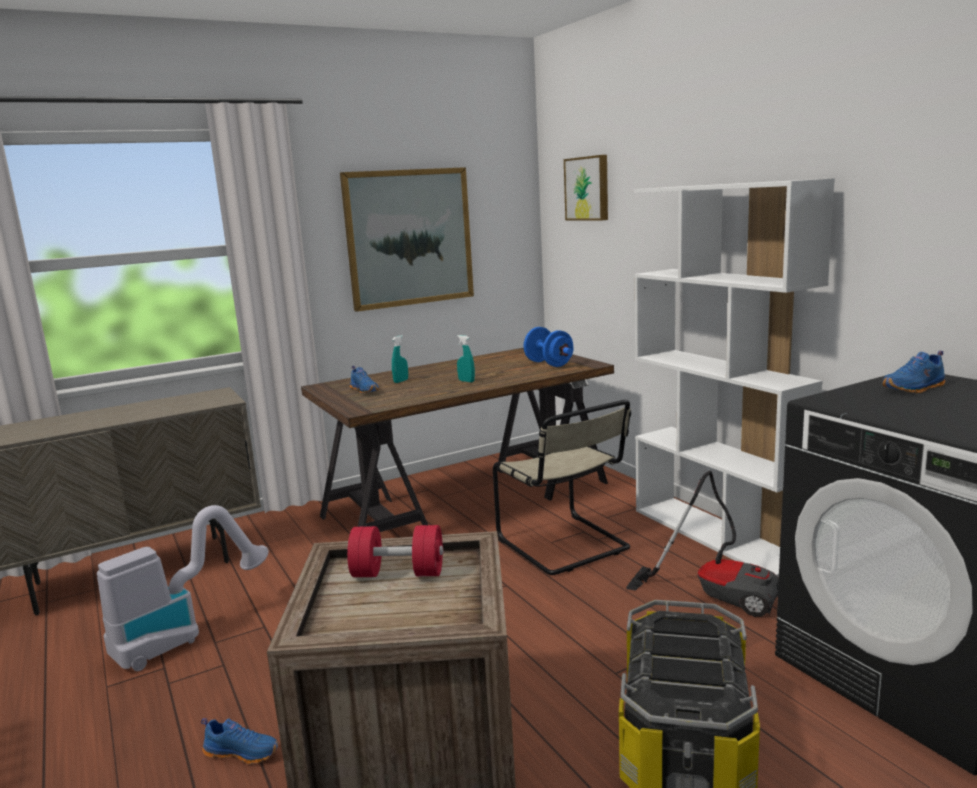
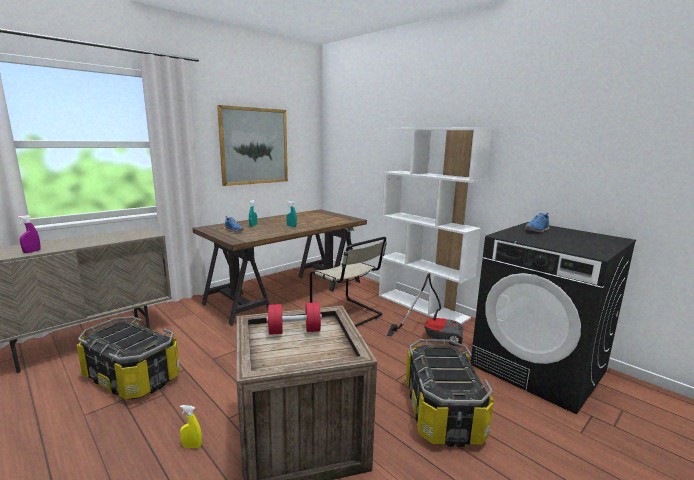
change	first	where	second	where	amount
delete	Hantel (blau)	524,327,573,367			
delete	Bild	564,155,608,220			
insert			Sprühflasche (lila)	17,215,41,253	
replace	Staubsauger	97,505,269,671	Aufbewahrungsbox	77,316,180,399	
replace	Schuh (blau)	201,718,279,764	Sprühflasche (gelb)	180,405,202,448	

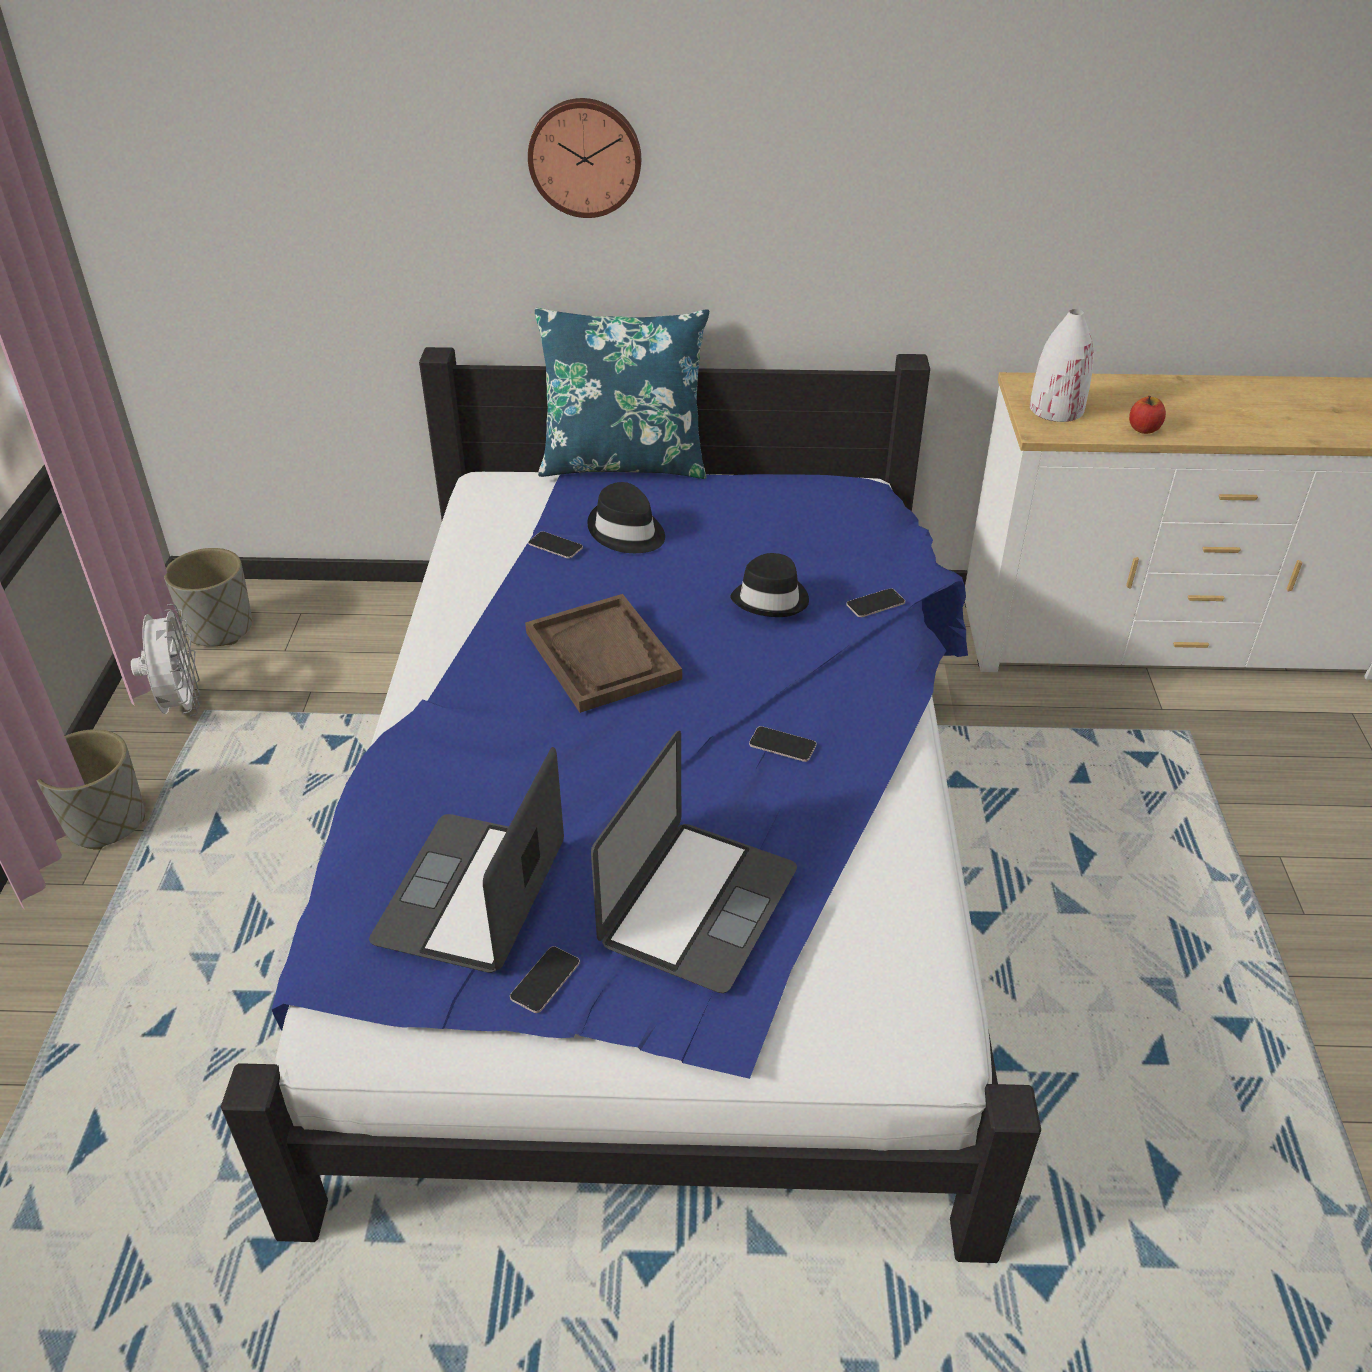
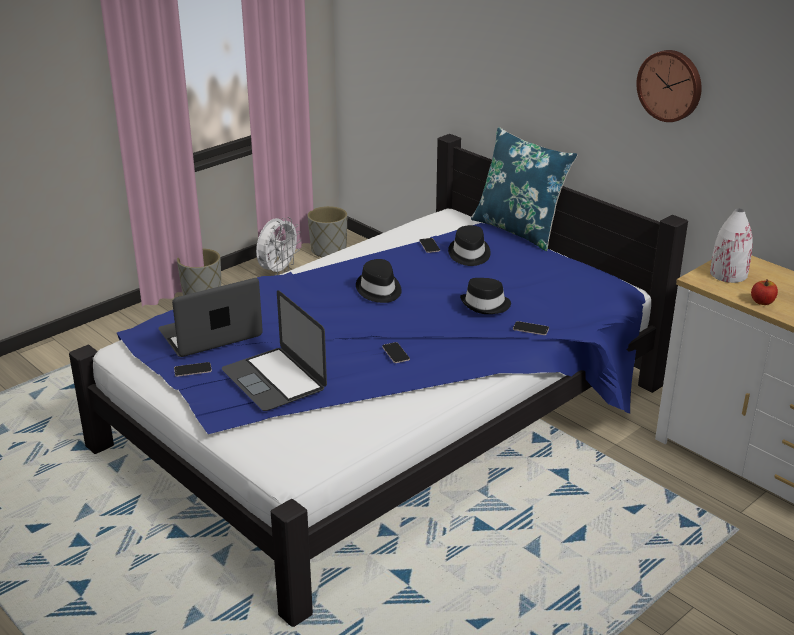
change	first	where	second	where	amount
move	Wanduhr	528,98,641,218		636,50,702,122	
replace	Tablett (braun)	525,594,682,713	Hut (schwarz)	356,259,402,303	
rotate	Laptop	591,731,797,993		222,290,327,411	75 degrees clockwise

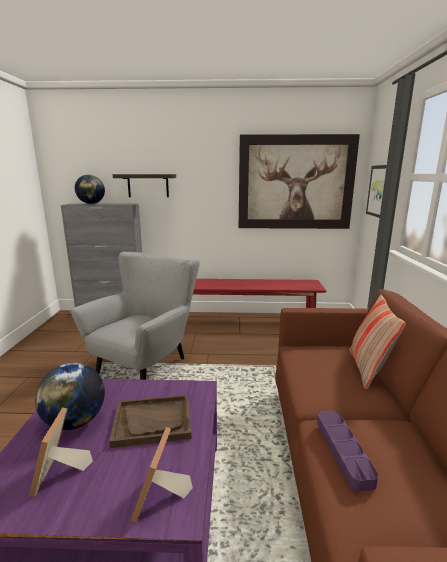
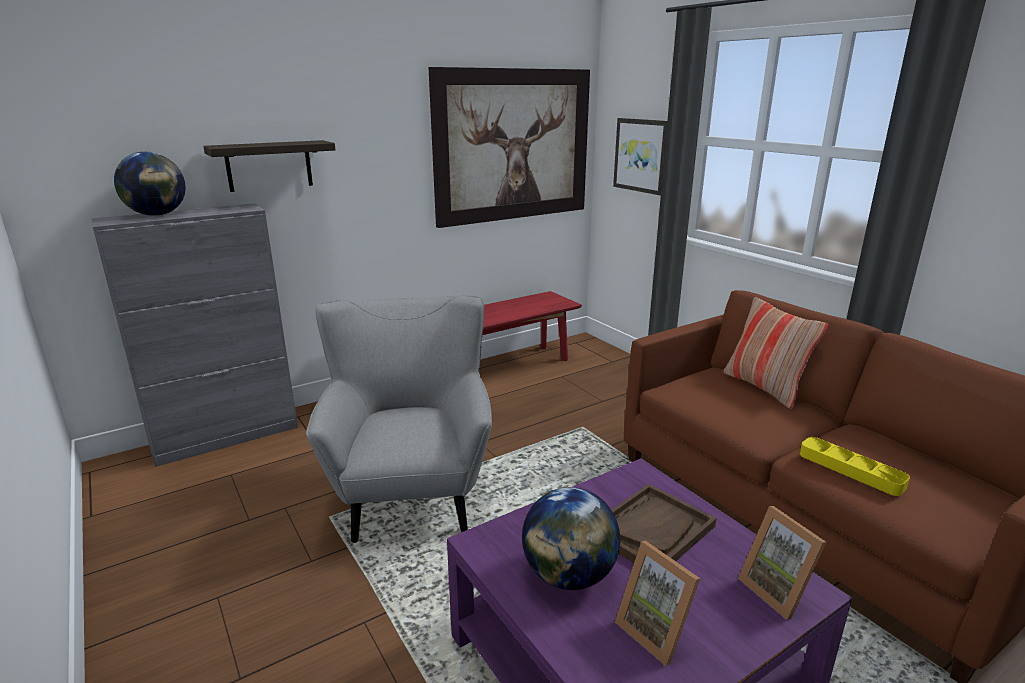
change	first	where	second	where	amount
recolor	Tablett (lila)	317,411,378,491	Tablett (gelb)	800,437,910,496	

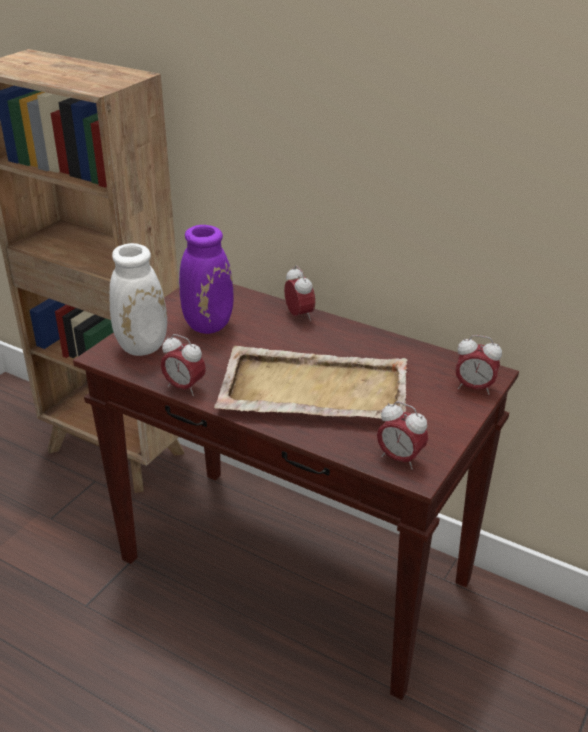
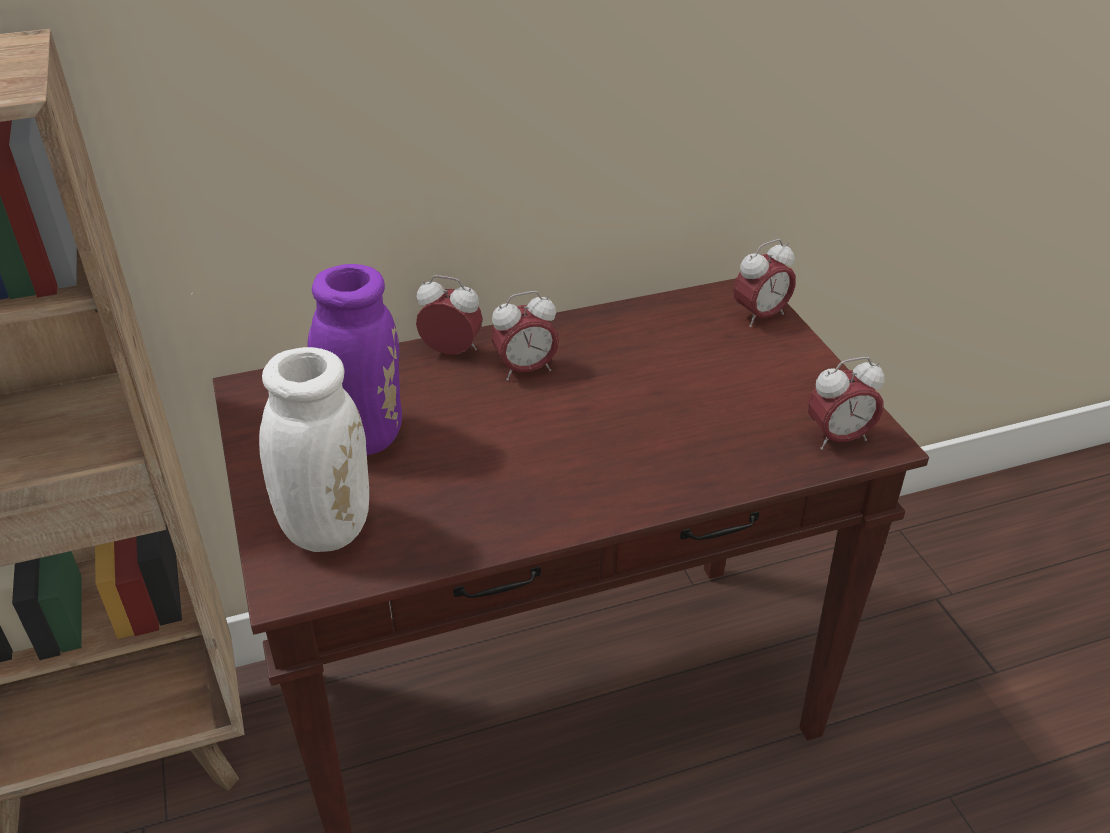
change	first	where	second	where	amount
delete	Tablett (beige)	214,346,408,419			
move	Wecker	161,334,206,396		491,291,559,381	

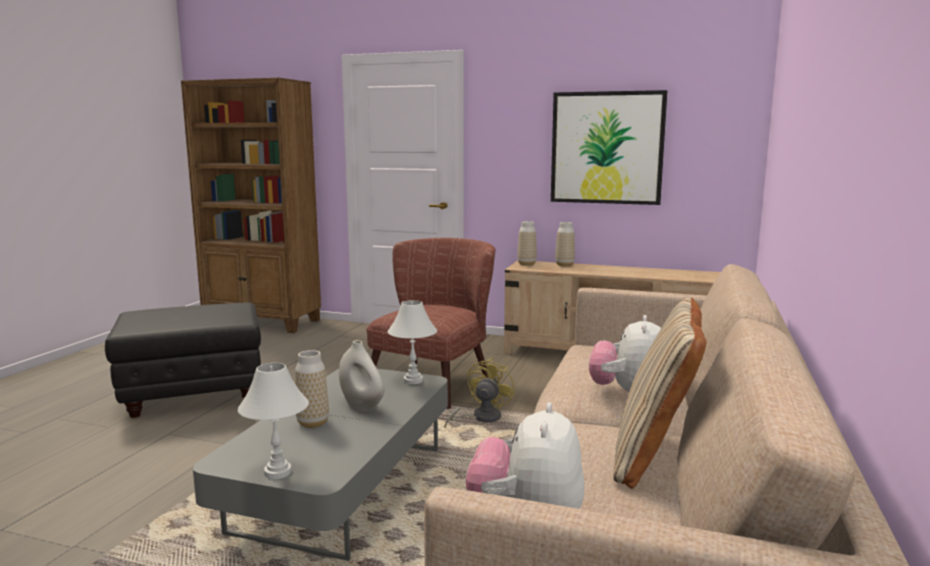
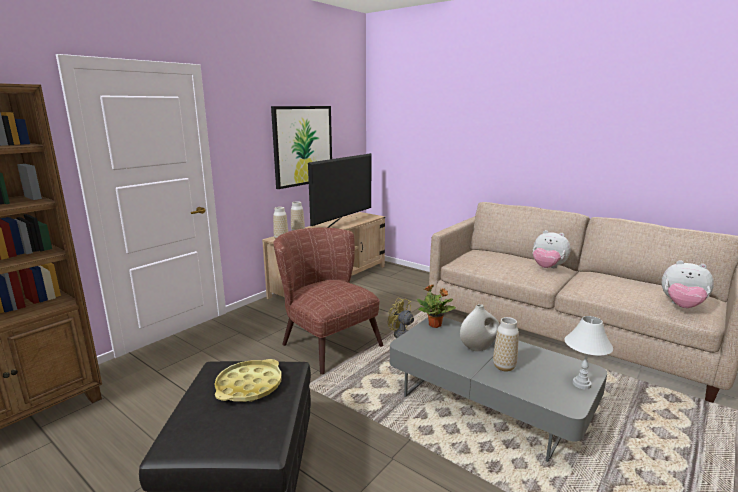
change	first	where	second	where	amount
delete	Kissen (beige)	613,298,706,489			
insert			Tablett (gelb)	215,359,282,402	
insert			Fernseher	308,153,371,228	
replace	Tischlampe (weiß)	387,300,437,384	Topfpflanze	417,284,456,328	

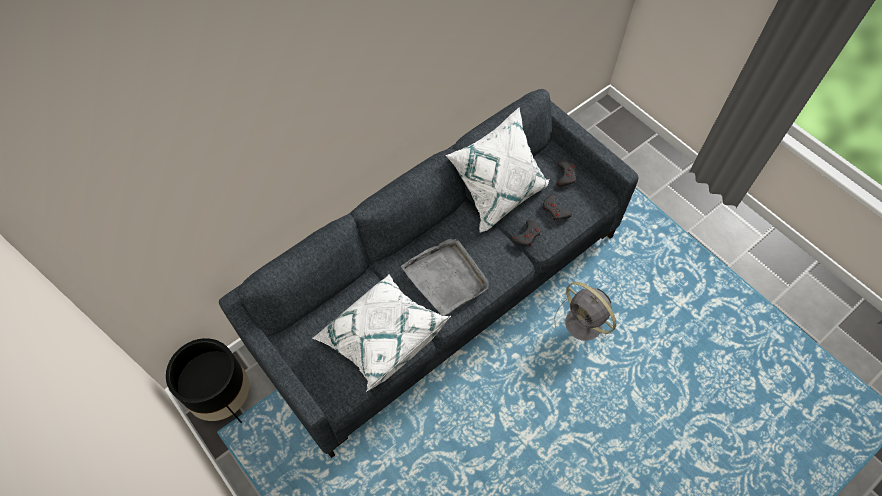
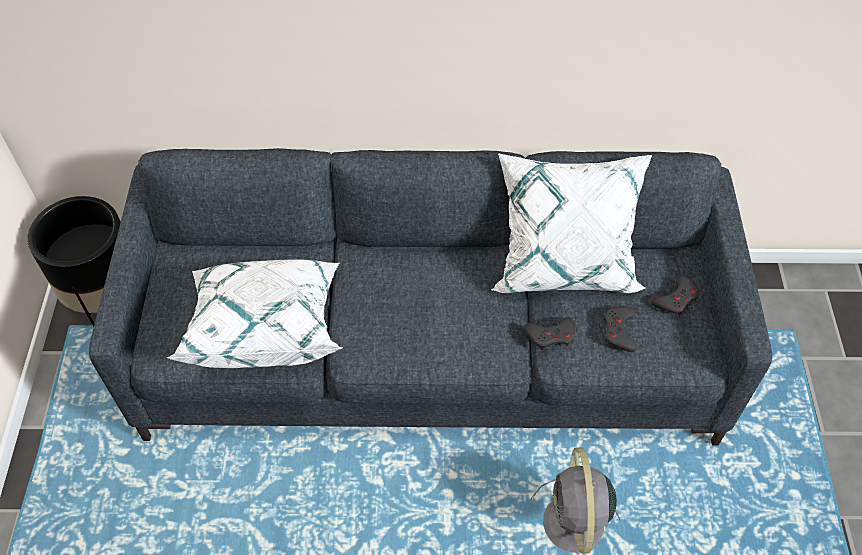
change	first	where	second	where	amount
delete	Tablett (grau)	401,239,489,316			

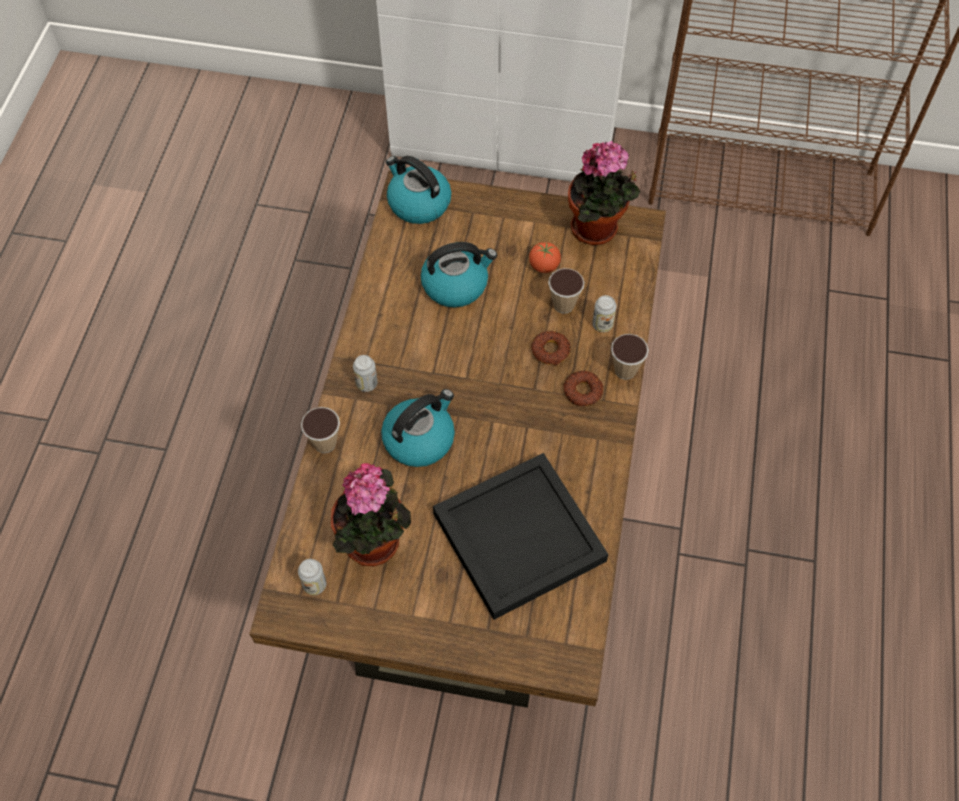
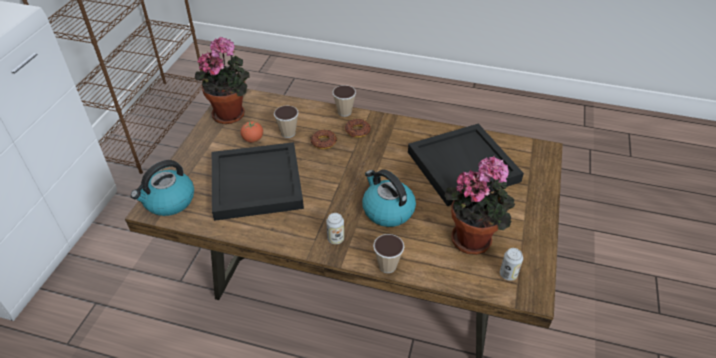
change	first	where	second	where	amount
delete	Dose	592,295,617,332			
replace	Wasserkessel	421,242,497,308	Tablett (schwarz)	212,142,304,221	

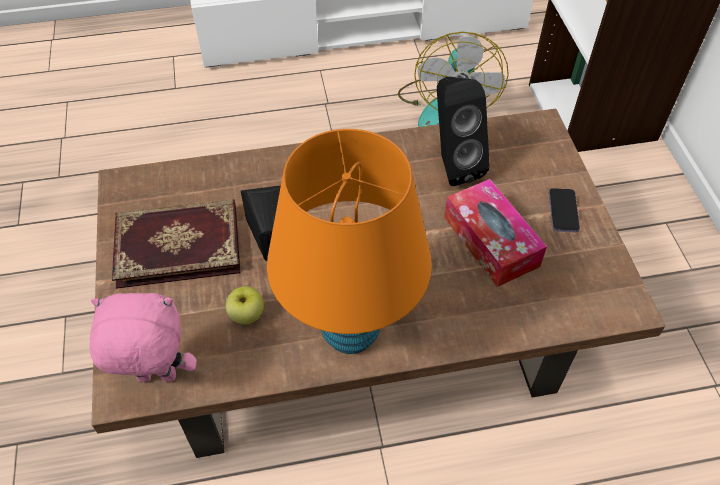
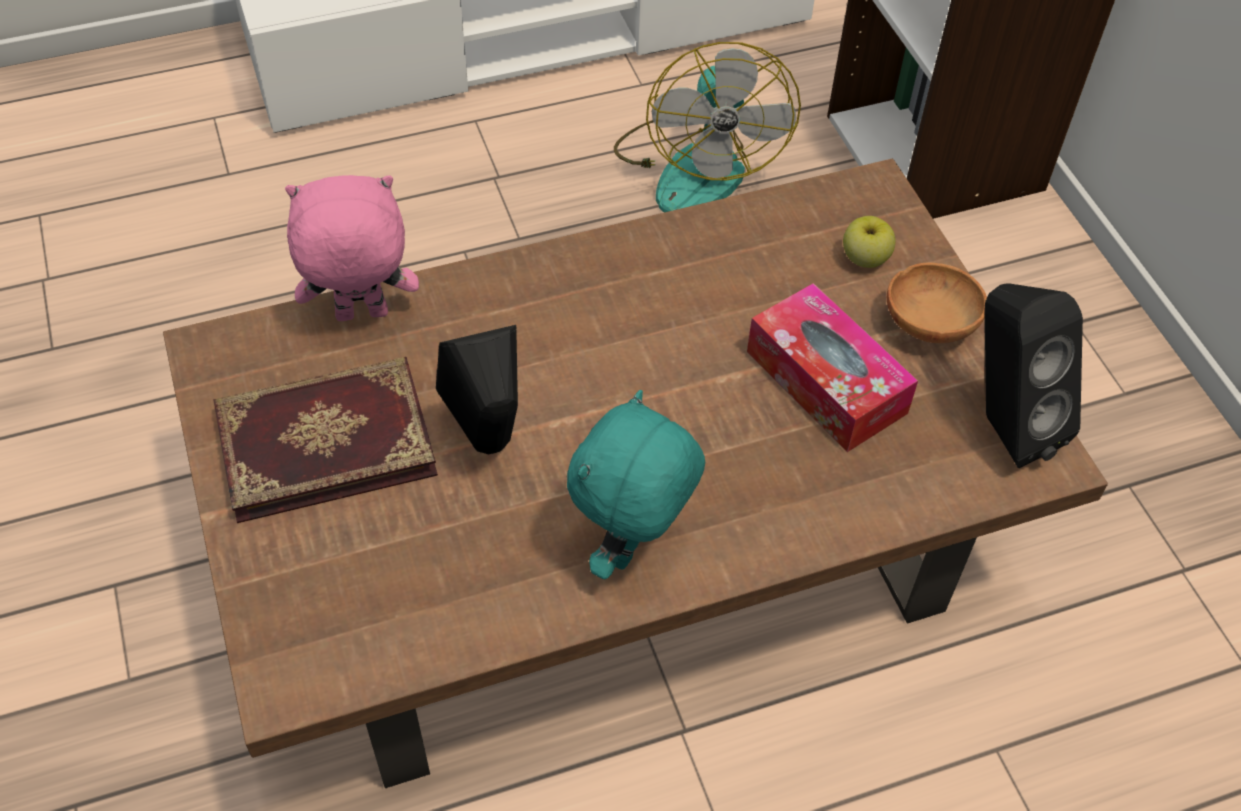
change	first	where	second	where	amount
move	Plüschtier (rosa)	90,293,197,382		285,175,419,321	
move	Apfel	226,286,264,325		843,216,895,268	
move	Lautsprecher (schwarz)	437,77,490,186		985,283,1083,468	
replace	Tischlampe (orange)	267,129,432,354	Plüschtier (türkis)	567,390,705,579	
replace	Handy	549,188,580,232	Schüssel (braun)	887,262,987,343	

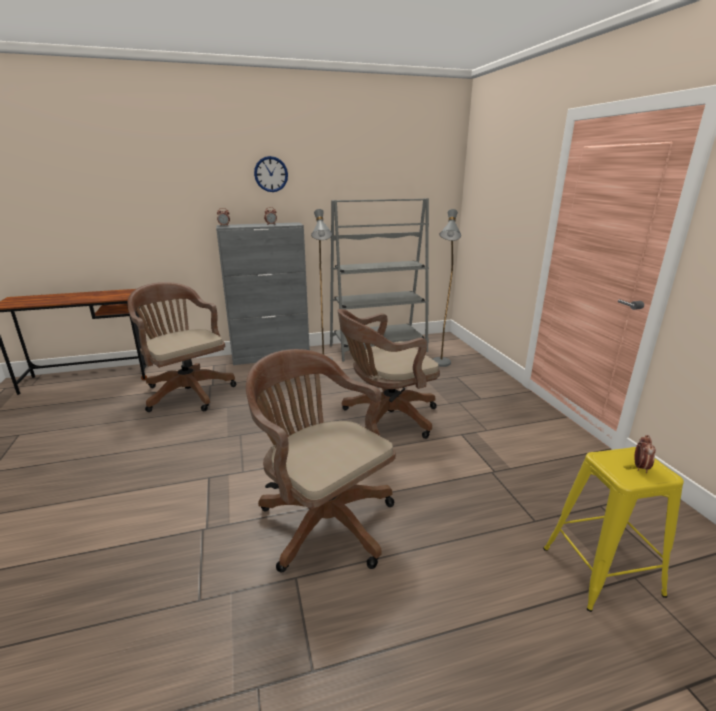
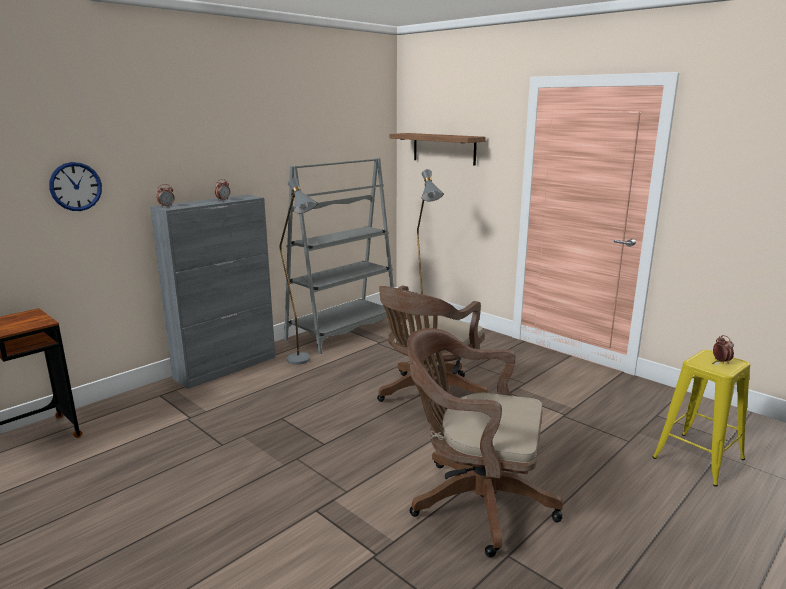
change	first	where	second	where	amount
delete	Bürostuhl (braun)	127,282,236,412			
insert			Wandregal	390,133,486,166	
move	Wanduhr	254,156,288,192		49,162,102,211	

